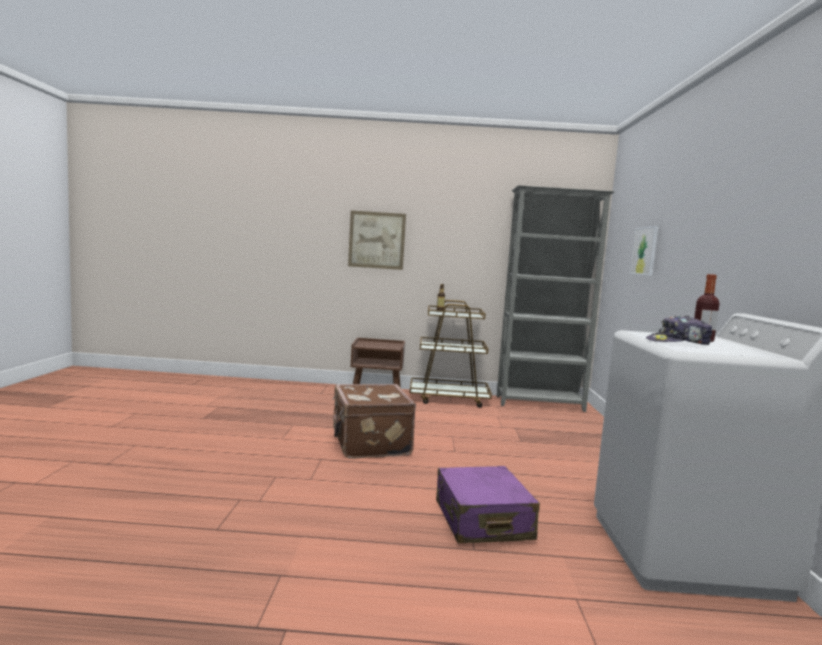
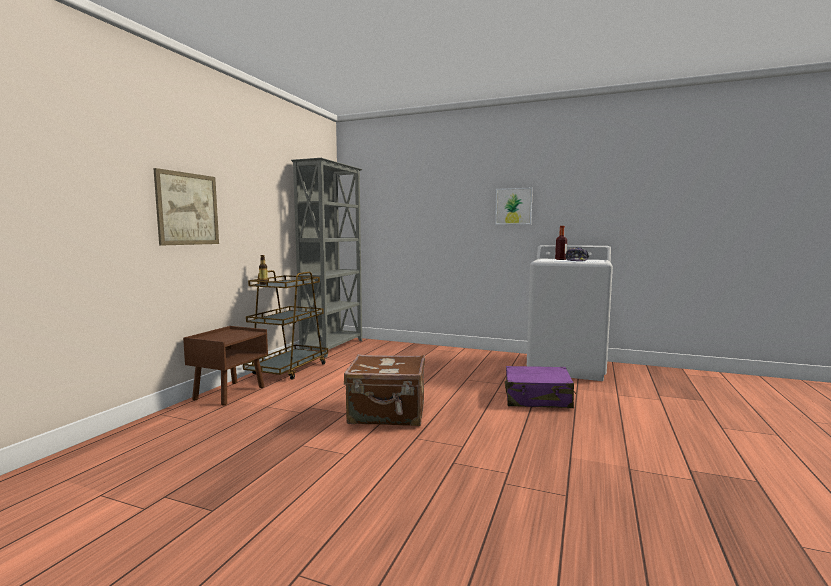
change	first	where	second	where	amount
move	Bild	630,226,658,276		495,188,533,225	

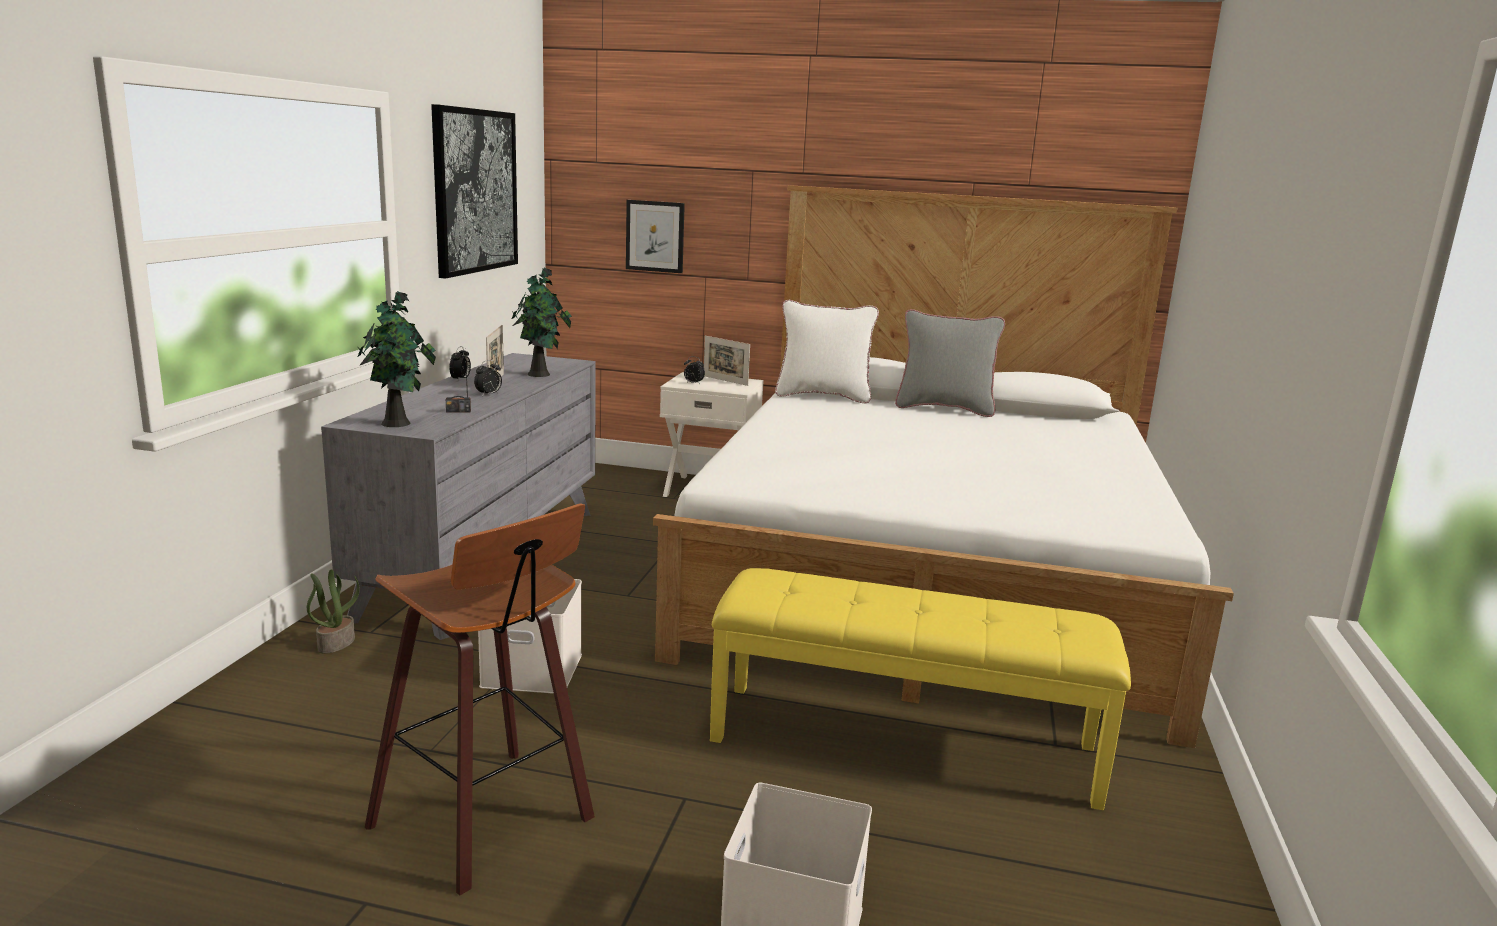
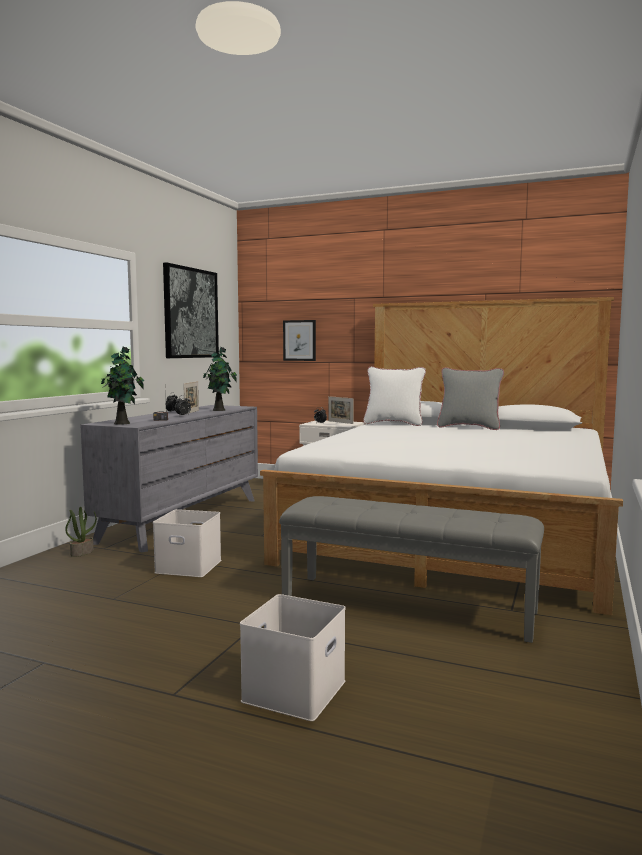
change	first	where	second	where	amount
delete	Hocker	365,503,595,896			
recolor	Bank (gelb)	710,568,1131,810	Bank (grau)	279,496,544,643	

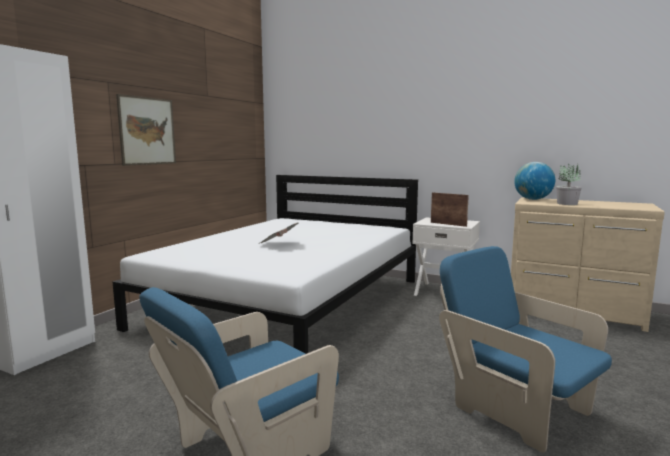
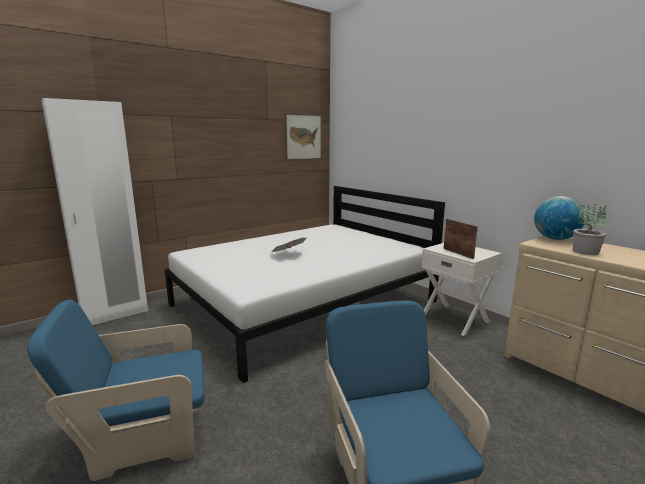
change	first	where	second	where	amount
move	Bild	116,94,176,166		285,113,322,161	

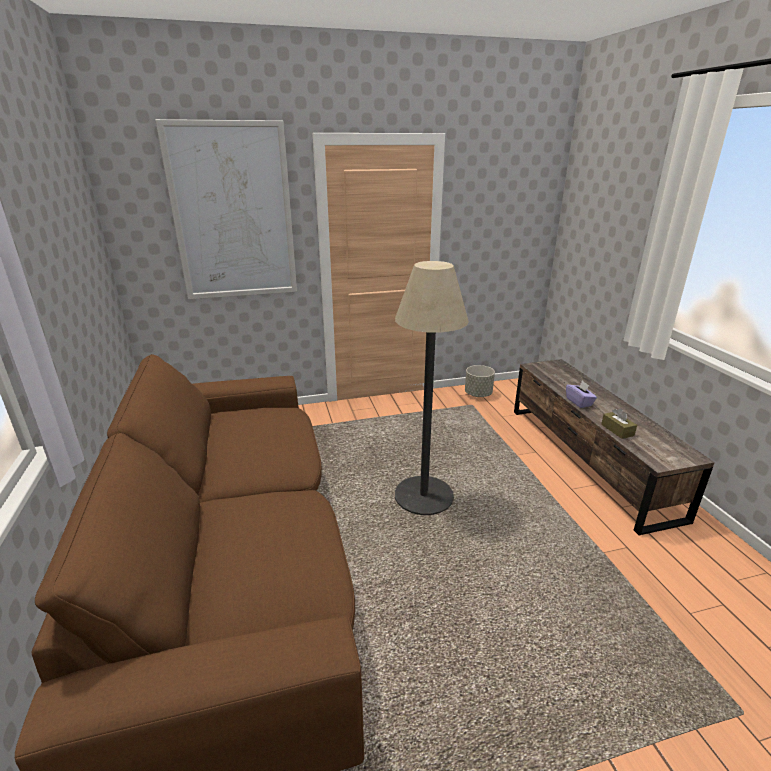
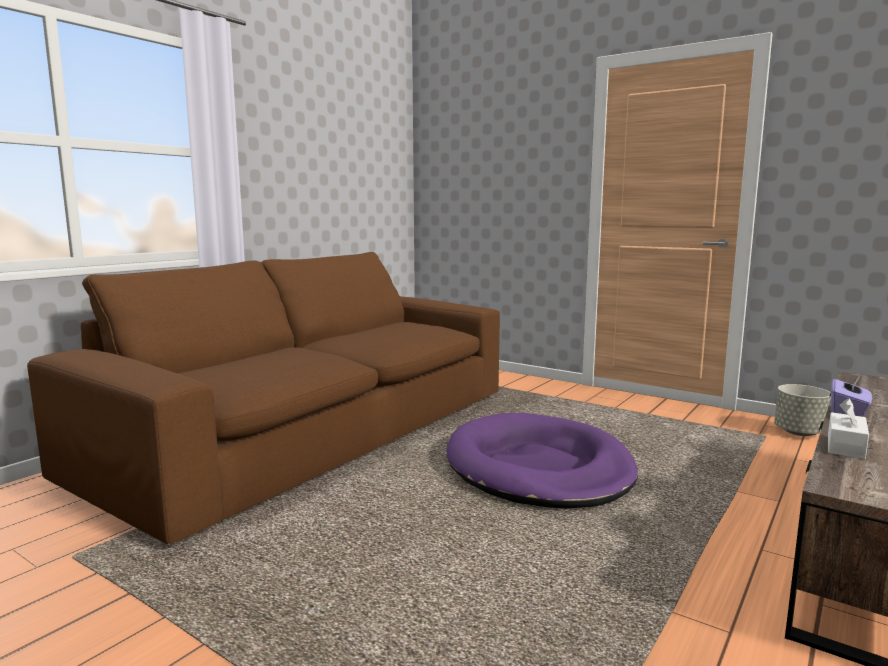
change	first	where	second	where	amount
delete	Bild	155,119,297,299			
replace	Stehlampe	395,261,469,515	Hundebett (lila)	447,413,638,508	
recolor	Taschentuchbox (braun)	601,408,637,439	Taschentuchbox (weiß)	828,398,869,459	

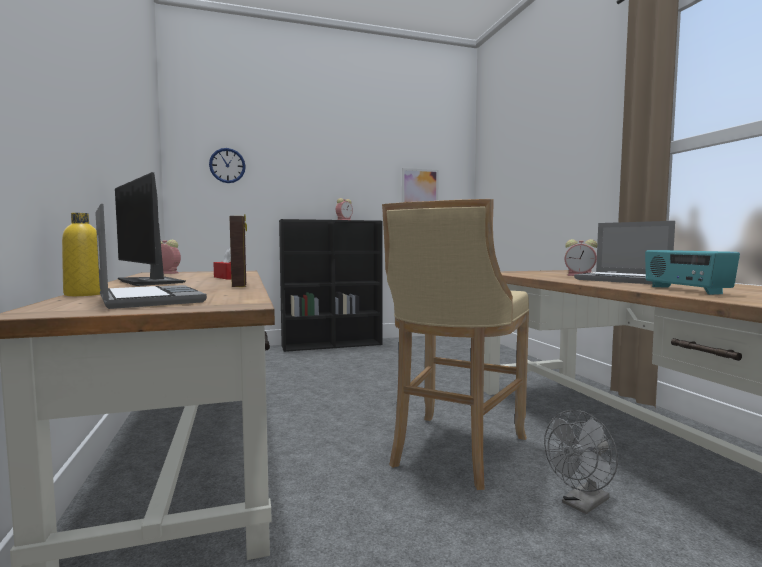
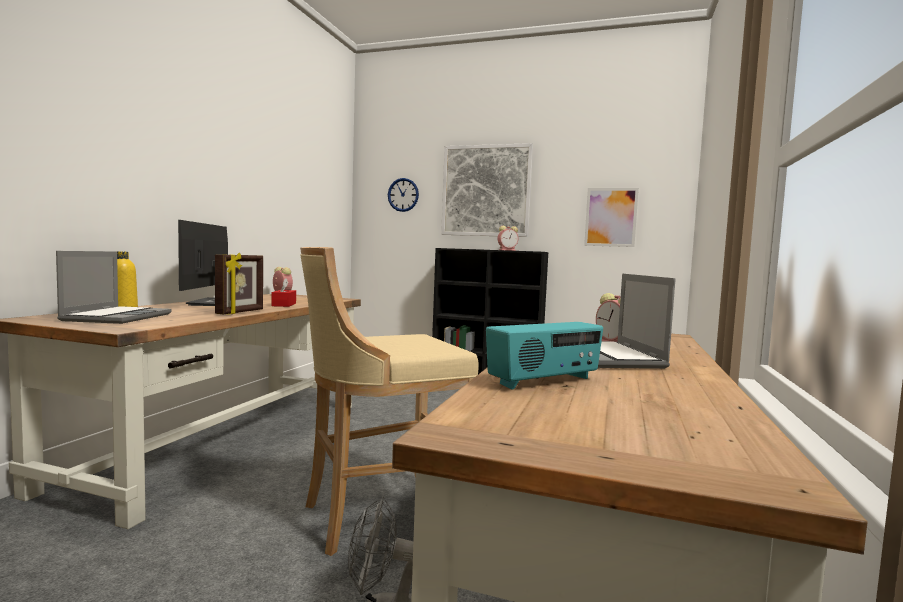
change	first	where	second	where	amount
insert			Bild	441,143,533,237	
rotate	Radio	645,250,740,295		486,322,603,390	150 degrees counterclockwise

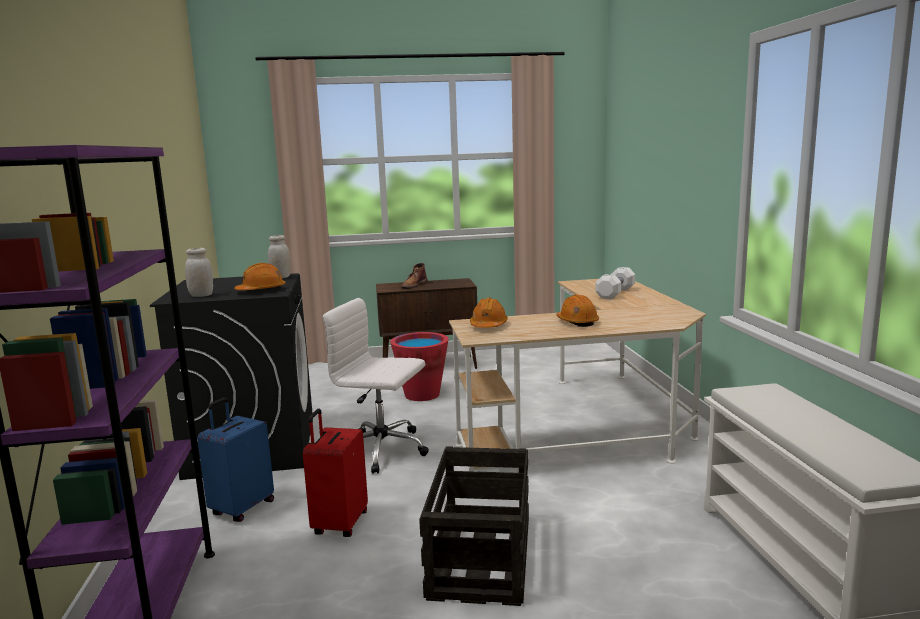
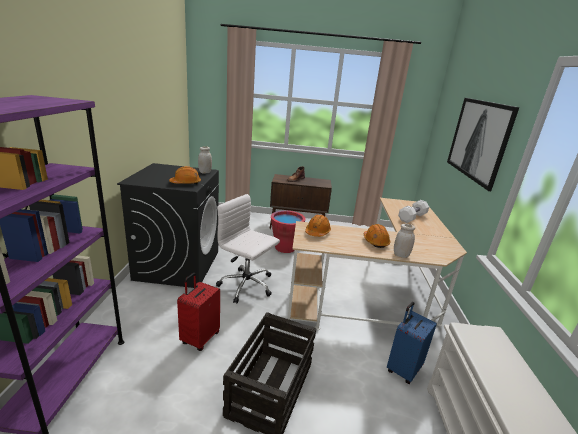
change	first	where	second	where	amount
insert			Bild	447,98,519,191	
move	Vorratsglas (weiß)	185,248,213,297		394,224,415,258	
move	Koffer (blau)	197,397,274,522		387,302,437,384	

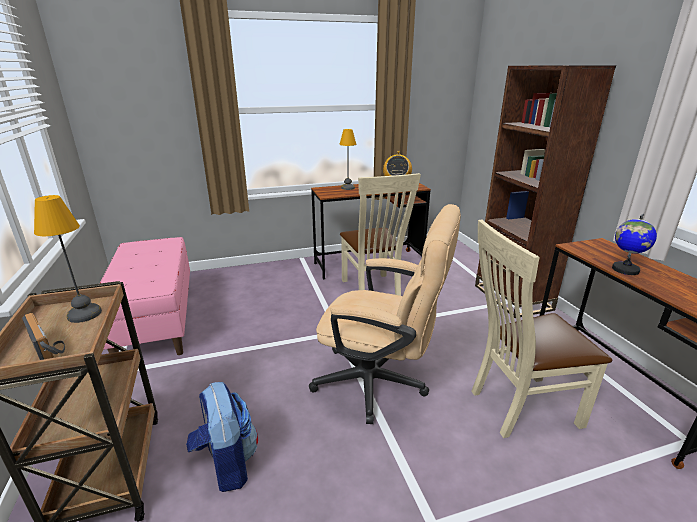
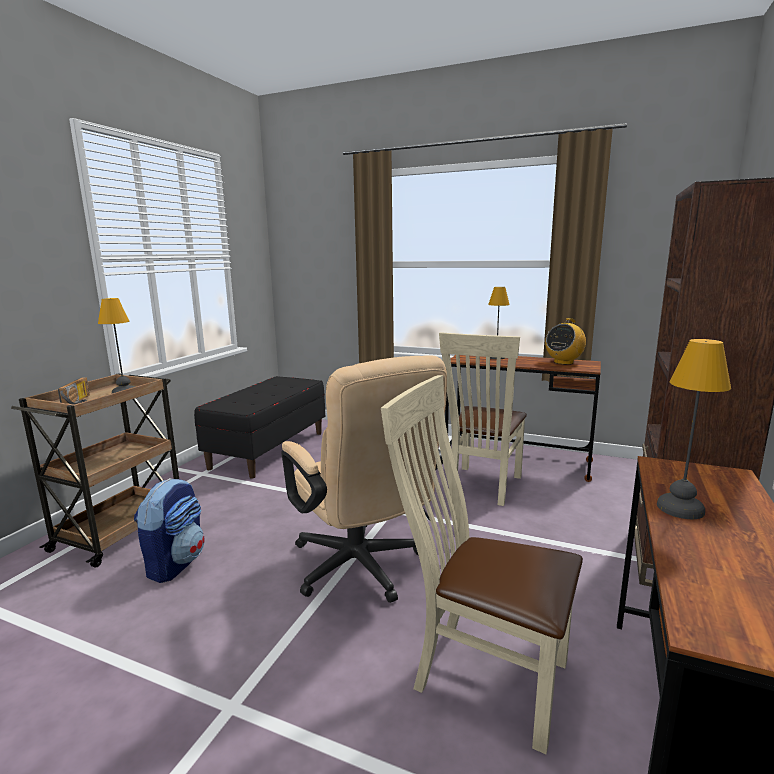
change	first	where	second	where	amount
replace	Globus	612,214,657,275	Tischlampe	657,339,731,519	
recolor	Bank (rosa)	100,237,190,355	Bank (schwarz)	194,376,325,479	

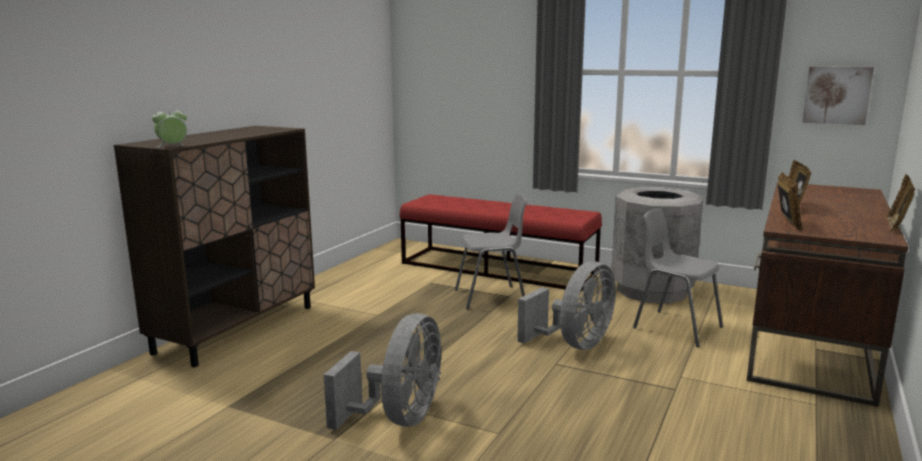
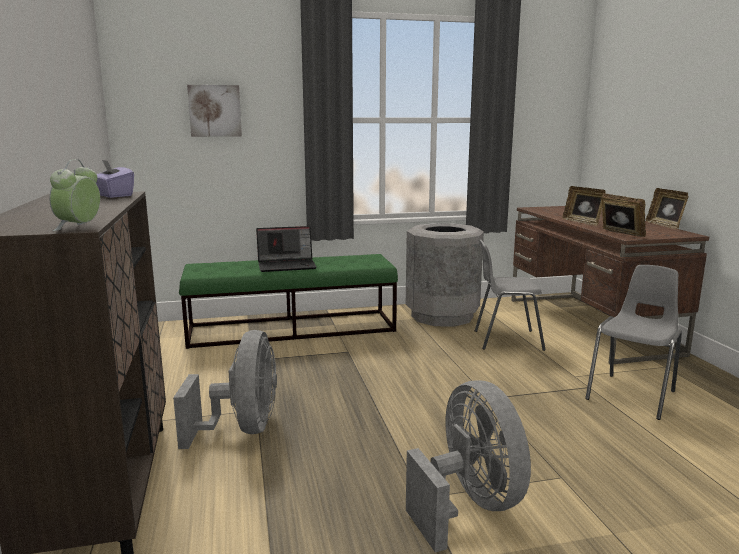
change	first	where	second	where	amount
insert			Taschentuchbox (lila)	96,160,134,198	
insert			Laptop	256,226,317,272	
move	Stuhl (grau)	455,194,528,310		585,265,682,420	
move	Ventilator (grau)	517,261,616,350		173,330,277,449	
move	Bild	802,67,874,125		187,85,242,137	
recolor	Bank (rot)	399,194,602,291	Bank (grün)	179,254,398,349	

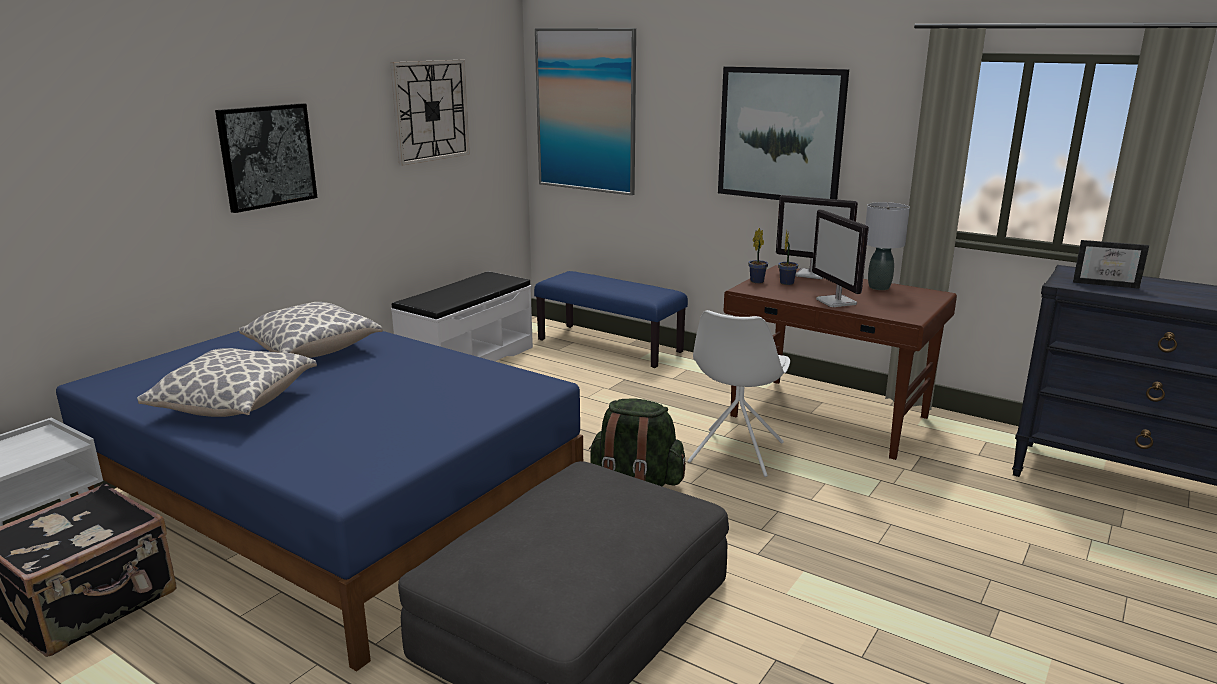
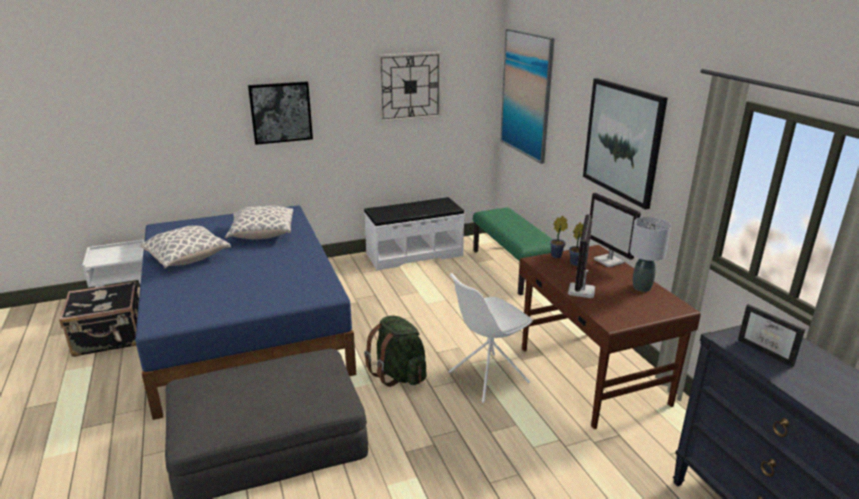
change	first	where	second	where	amount
recolor	Bank (blau)	534,271,688,368	Bank (grün)	473,207,553,295	

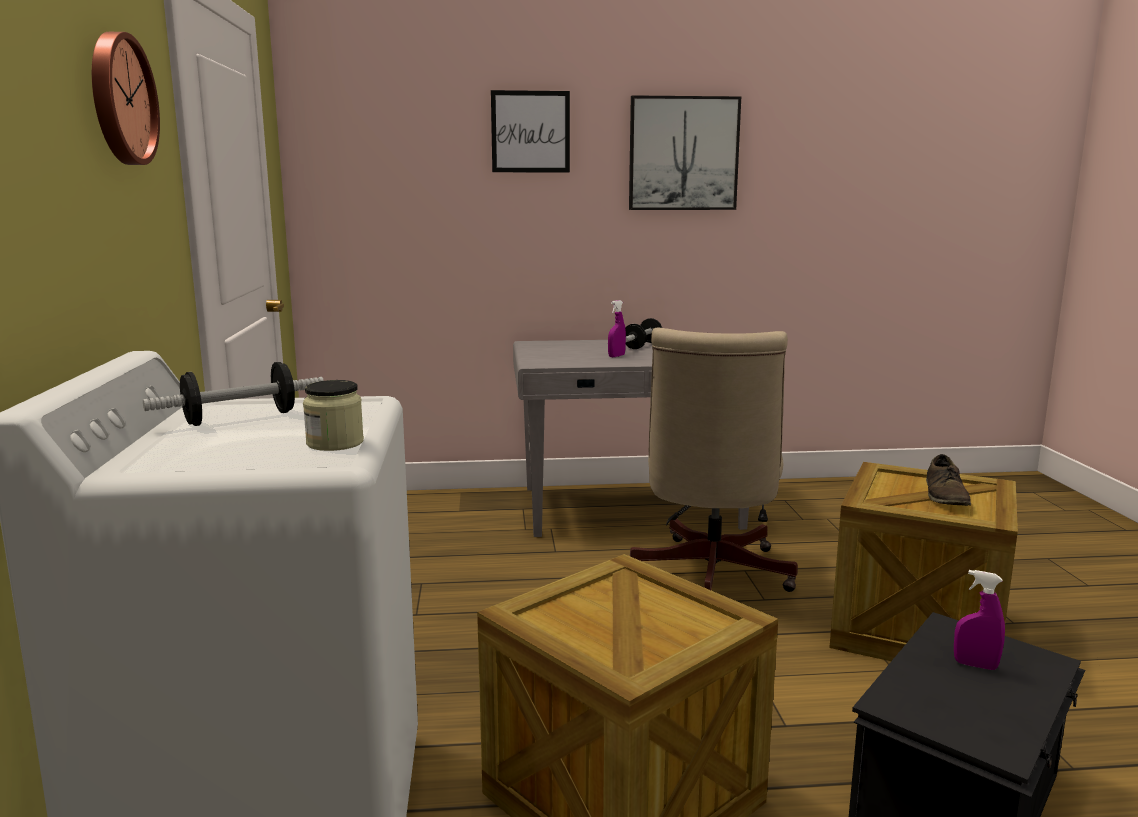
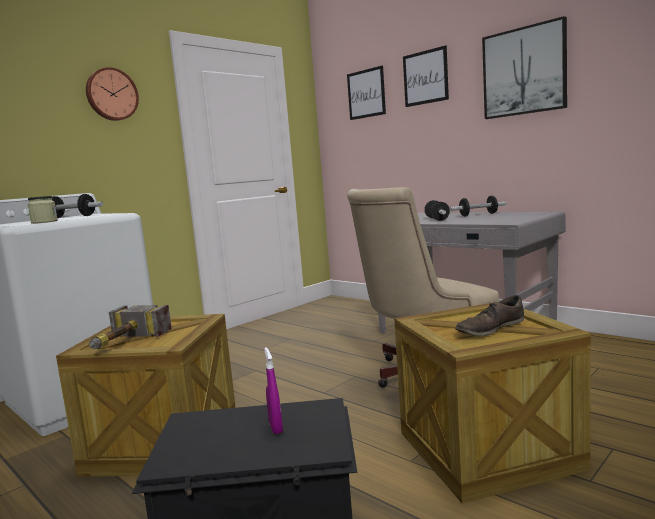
change	first	where	second	where	amount
insert			Hammer	89,305,172,350	
insert			Bild	347,66,386,120	
replace	Sprühflasche (lila)	608,300,626,357	Hantel	424,200,450,221	

